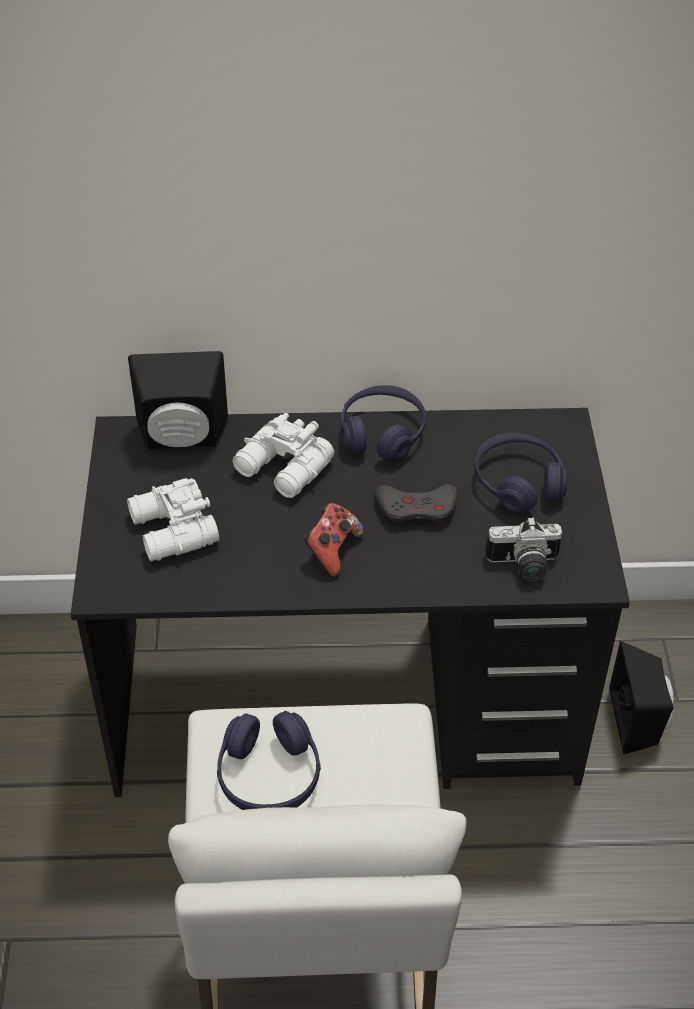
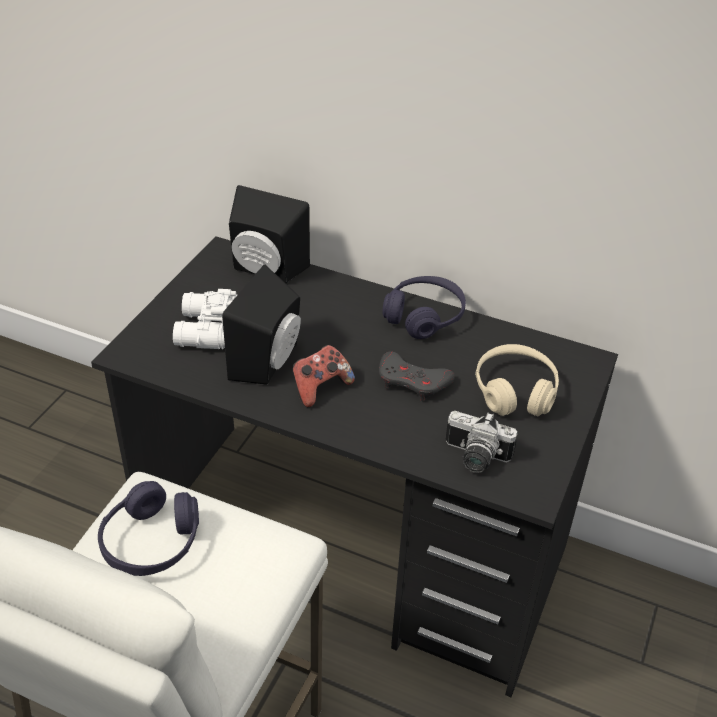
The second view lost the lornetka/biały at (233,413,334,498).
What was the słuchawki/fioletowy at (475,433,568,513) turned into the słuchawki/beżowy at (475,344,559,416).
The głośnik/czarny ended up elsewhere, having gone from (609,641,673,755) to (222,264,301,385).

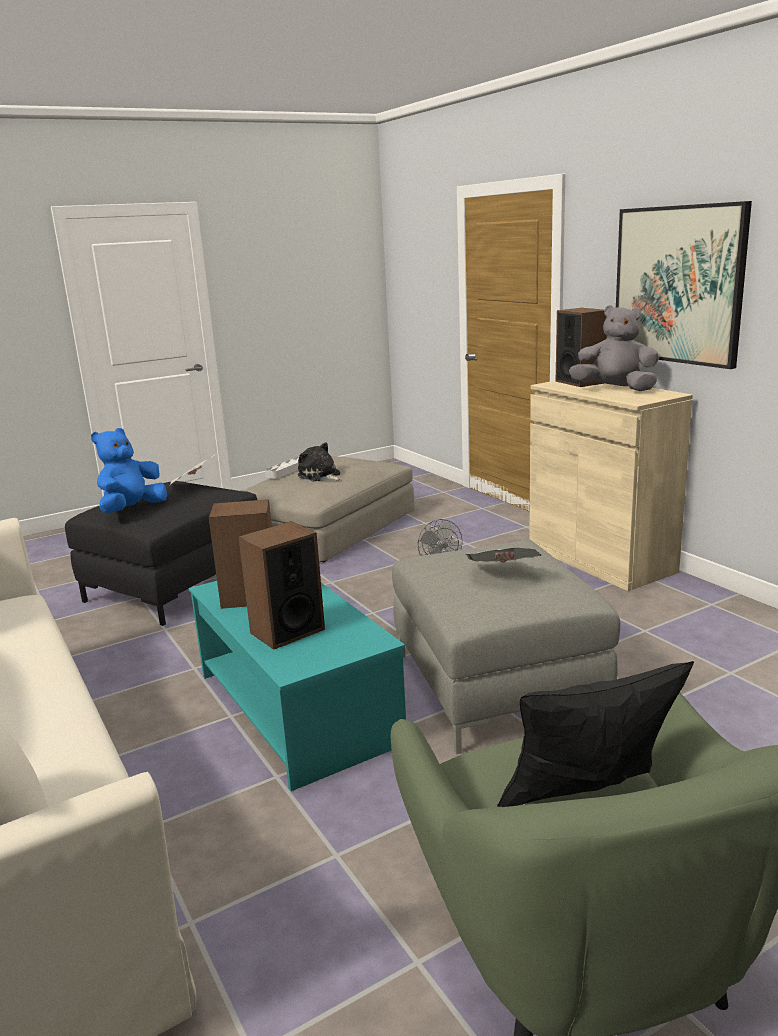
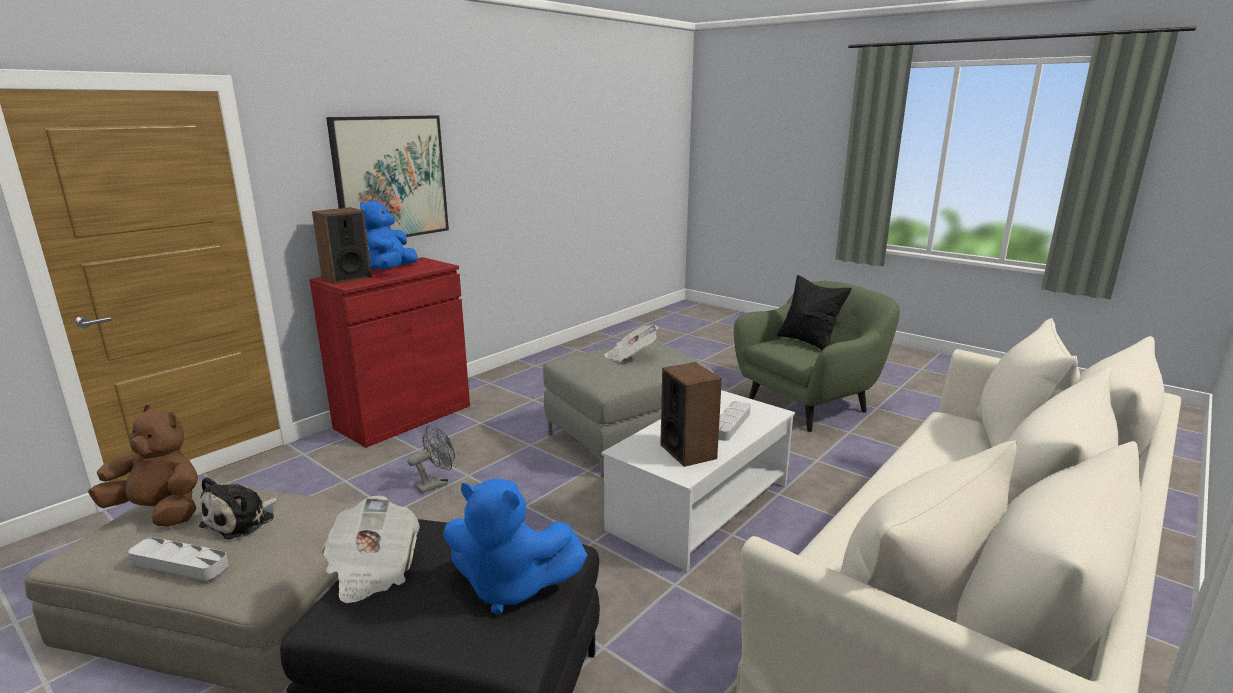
What was the ława/turkusowy at (189,581,406,791) turned into the ława/biały at (601,390,795,572).
Where the głośnik stood at (238,521,325,650), the taca/szary came to stand at (718,401,751,441).
What was the szafka/beżowy at (529,381,693,591) turned into the szafka/czerwony at (309,257,470,448).
What was the pluszak/szary at (569,305,659,391) turned into the pluszak/niebieski at (360,200,418,270).
The second view gained the pluszak/brązowy at (88,404,198,527).

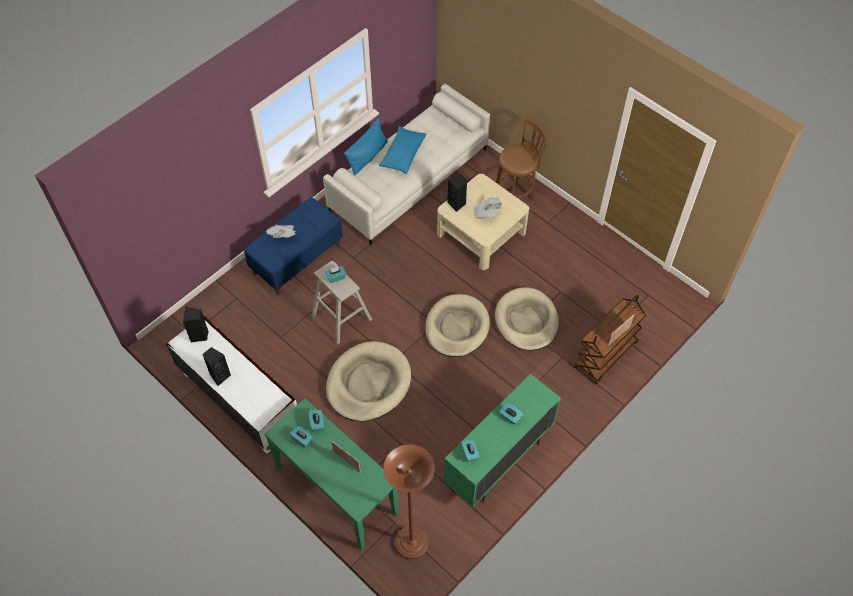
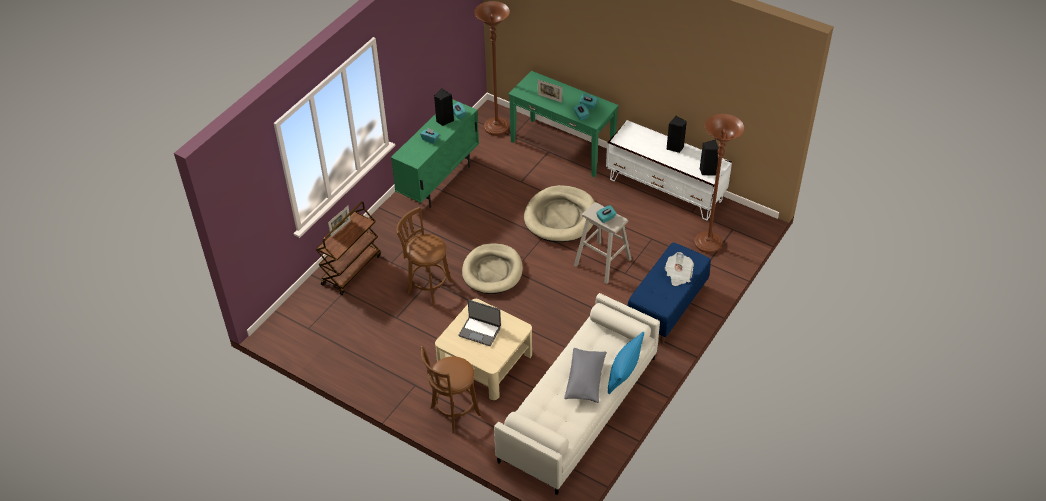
What was the poduszka/niebieski at (379,126,426,174) turned into the poduszka/szary at (564,348,607,403).
The głośnik/czarny ended up elsewhere, having gone from (447,175,467,212) to (434,88,454,126).
Where the gazeta stood at (473,197,502,219), the laptop came to stand at (458,299,501,346).
Where the legowisko/beżowy stood at (495,287,559,351), the stołek/brązowy came to stand at (397,207,453,306).
The second view gained the lampa stojąca/brązowy at (694,114,744,253).

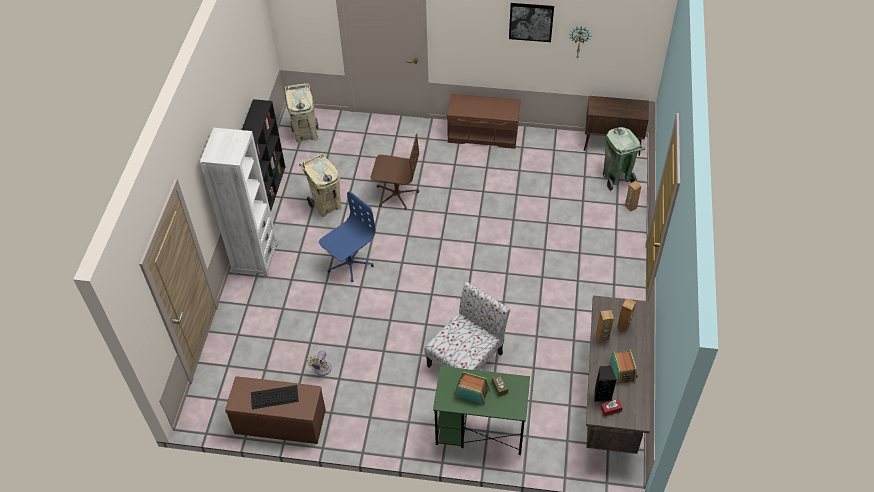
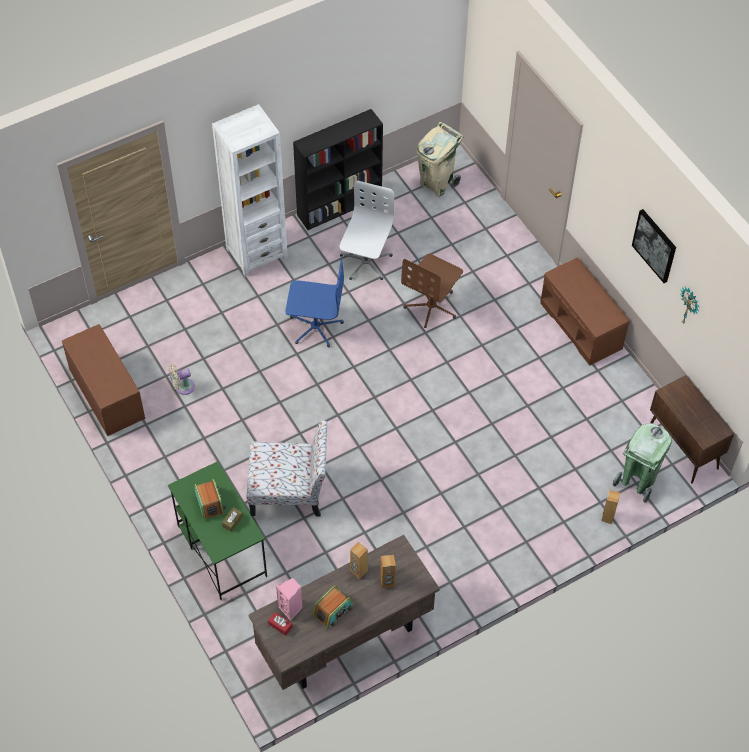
The second view lost the klawiatura at (251,385,299,409).
Where the kosz na śmieci/beżowy stood at (299,153,342,217), the krzesło biurowe/biały came to stand at (339,181,394,280).
The krzesło biurowe/brązowy at (370,134,419,210) ended up facing another way, 60 degrees clockwise from before.
What was the głośnik/czarny at (594,366,617,402) turned into the głośnik/różowy at (276,578,303,620).

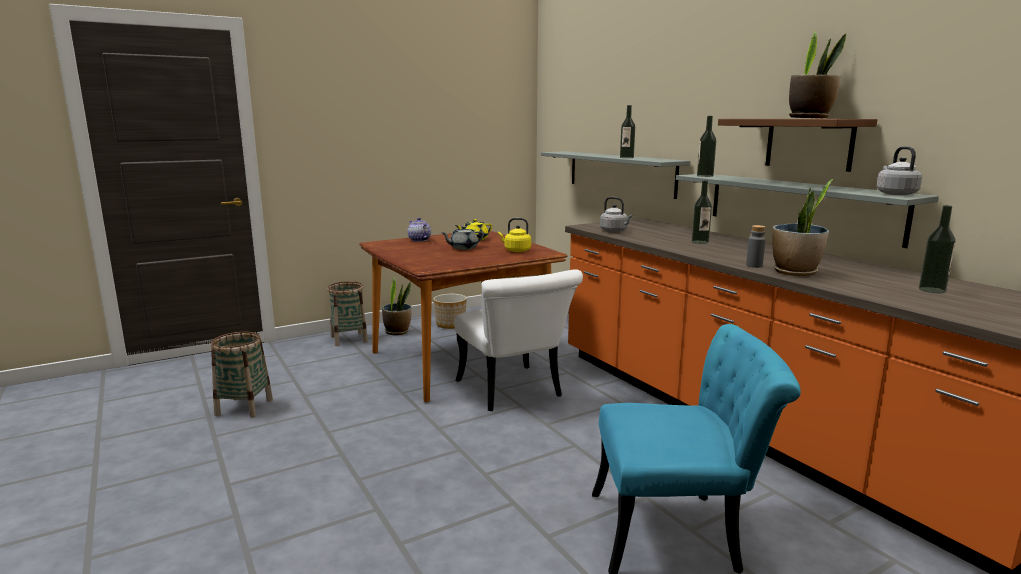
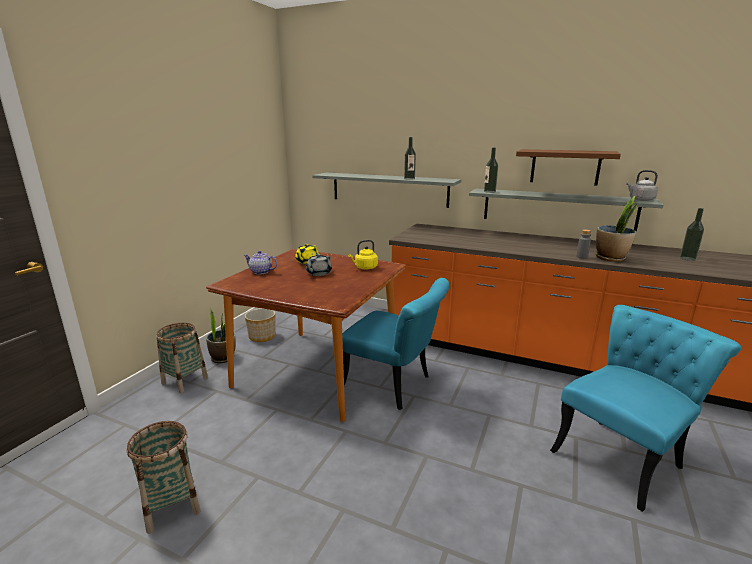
What was the krzesło/biały at (454,269,583,411) turned into the krzesło/turkusowy at (342,278,449,410).
The second view lost the czajnik/szary at (600,197,633,232).
The second view lost the butelka at (692,180,712,244).
The second view lost the roślina doniczkowa at (789,31,846,118).

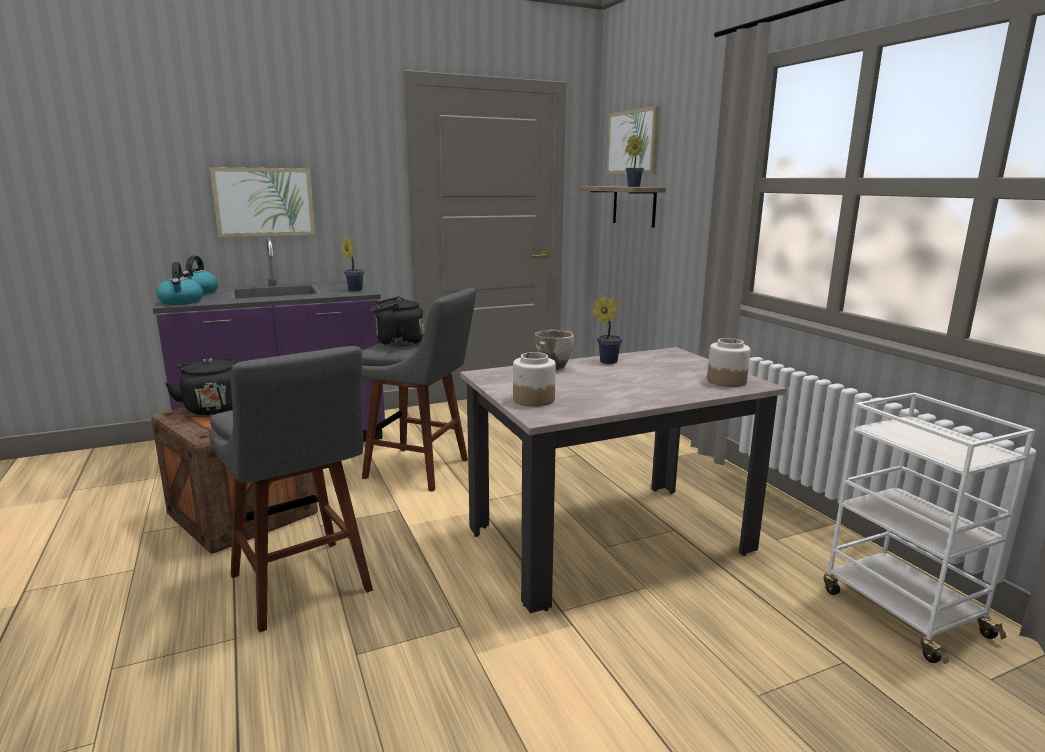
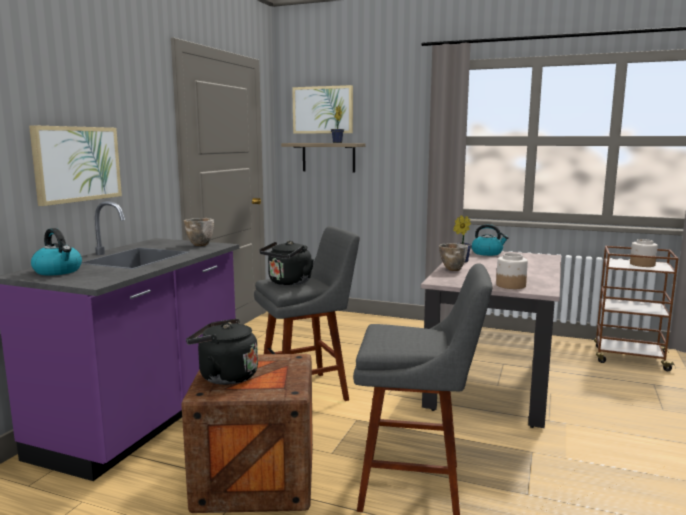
The czajnik ended up elsewhere, having gone from (156,262,203,305) to (472,224,509,256).
Where the roślina doniczkowa stood at (341,236,364,291), the miska came to stand at (184,218,214,246).
The słoik ended up elsewhere, having gone from (707,338,750,387) to (630,239,658,267).
What was the wózek/biały at (824,393,1035,664) turned into the wózek/brązowy at (594,246,678,371).

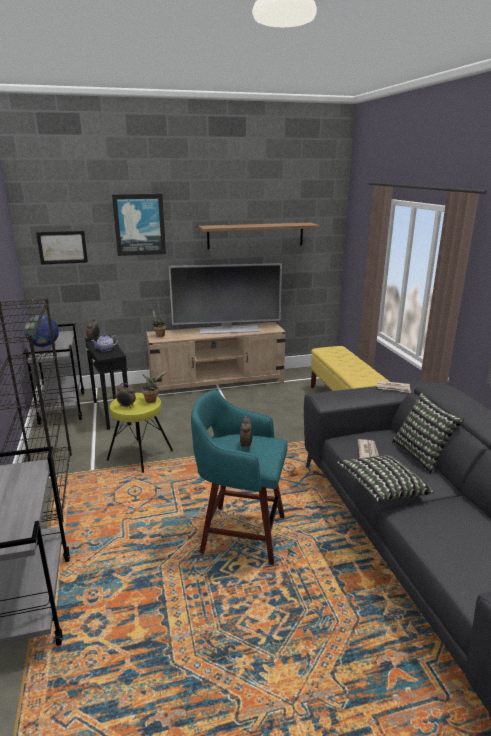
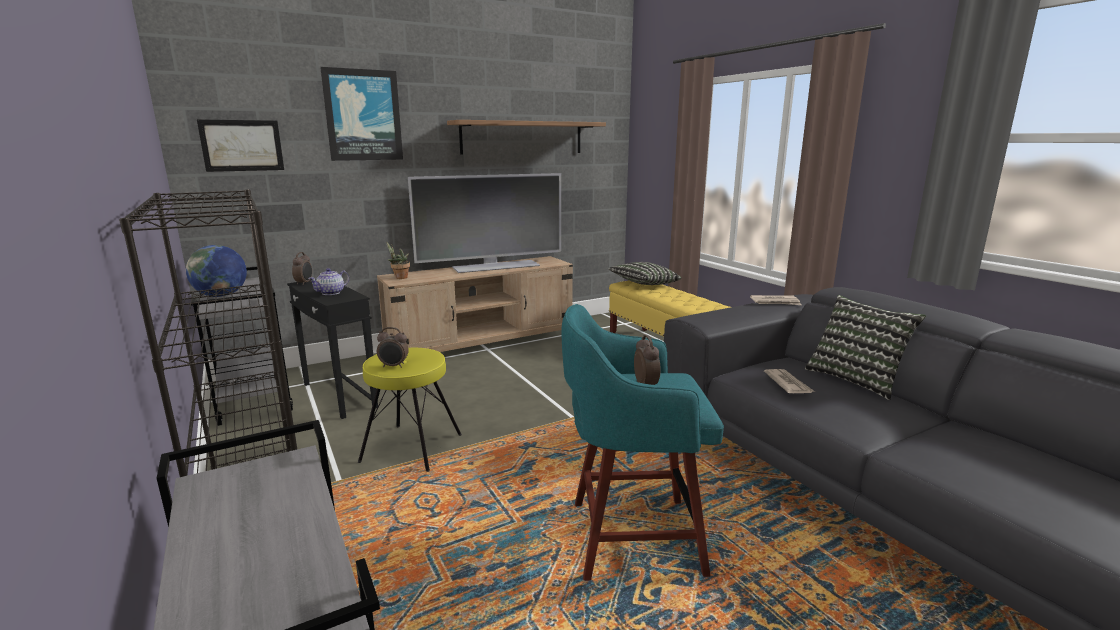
The second view lost the roślina doniczkowa at (142,371,168,403).
The poduszka ended up elsewhere, having gone from (338,455,434,502) to (608,262,681,285).

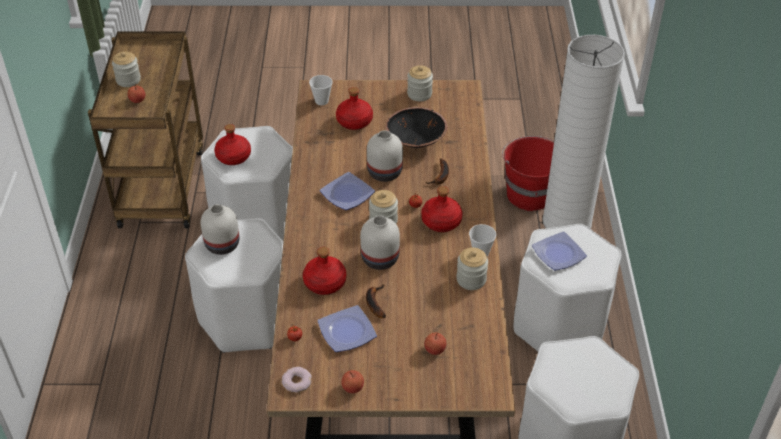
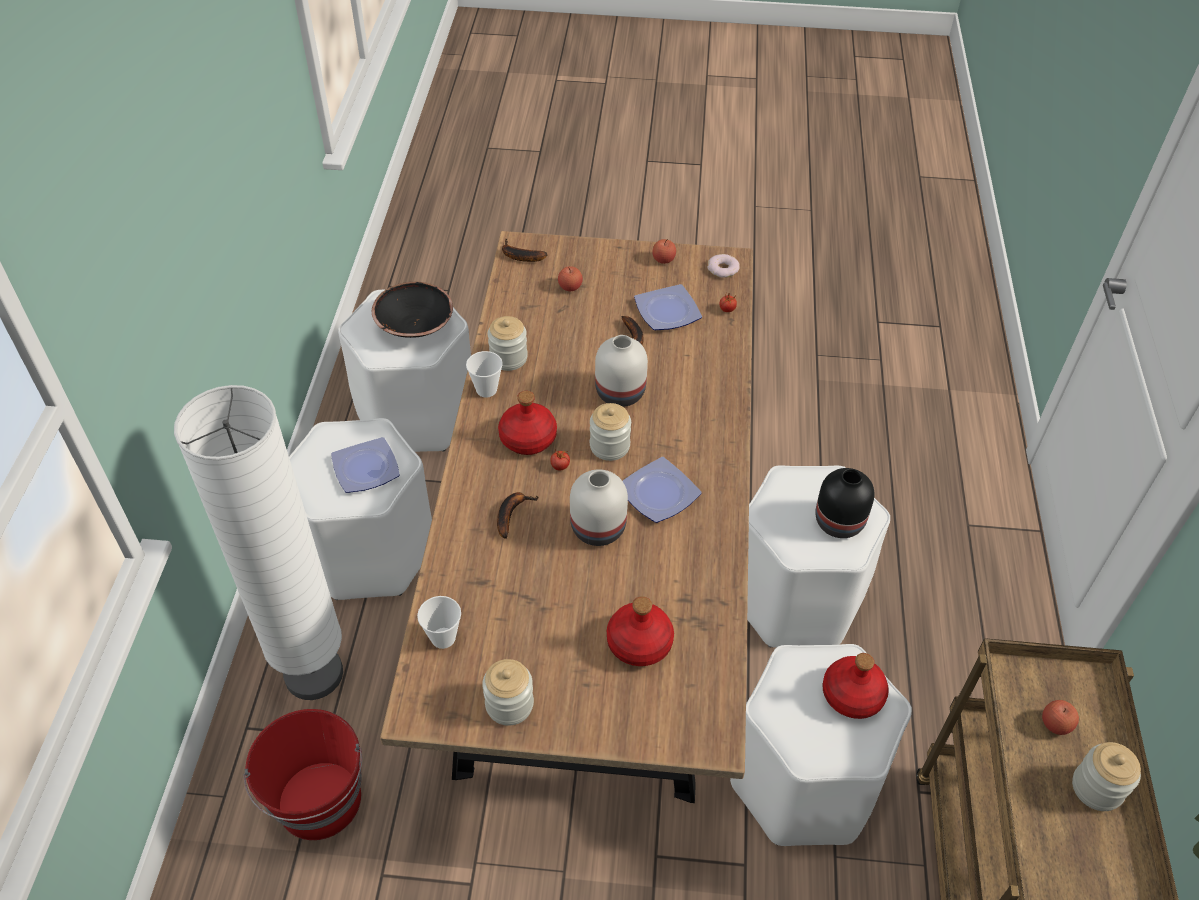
What was the wazon/biały at (201,204,239,255) turned into the wazon/czarny at (815,468,874,538).
The second view lost the butelka/czerwony at (303,247,346,295).
The filiżanka ended up elsewhere, having gone from (309,75,333,105) to (417,596,461,649).
The miska/czarny ended up elsewhere, having gone from (386,107,447,148) to (372,282,453,338).
The second view gained the banan at (502,239,547,262).

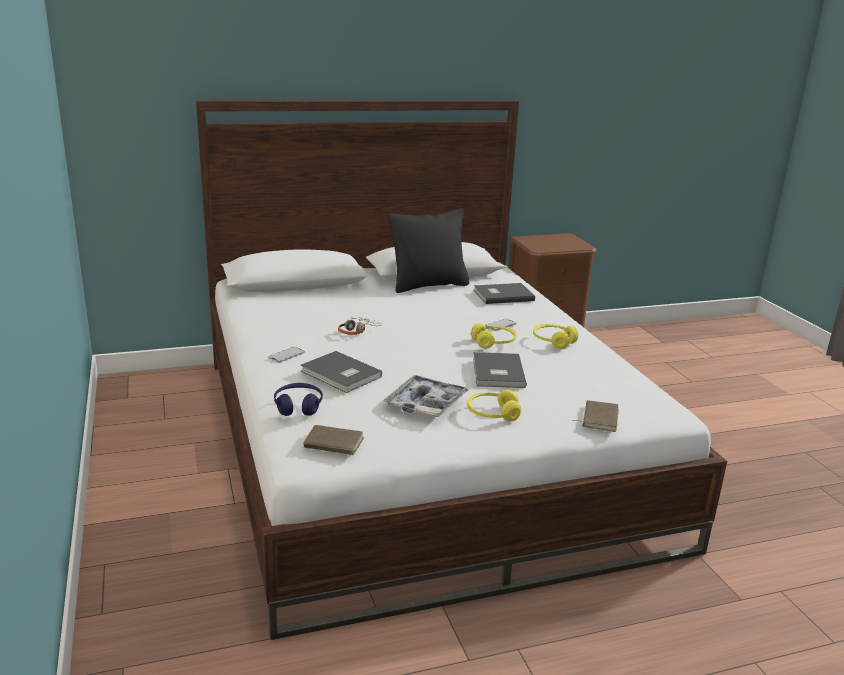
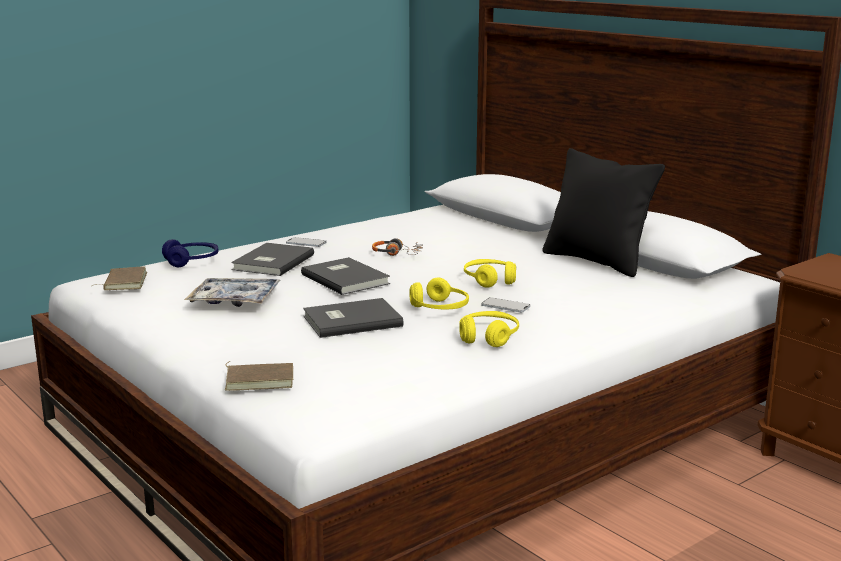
The słuchawki/żółty ended up elsewhere, having gone from (467,389,521,422) to (464,259,516,288).
The książka/szary ended up elsewhere, having gone from (474,283,535,304) to (301,257,390,295).

